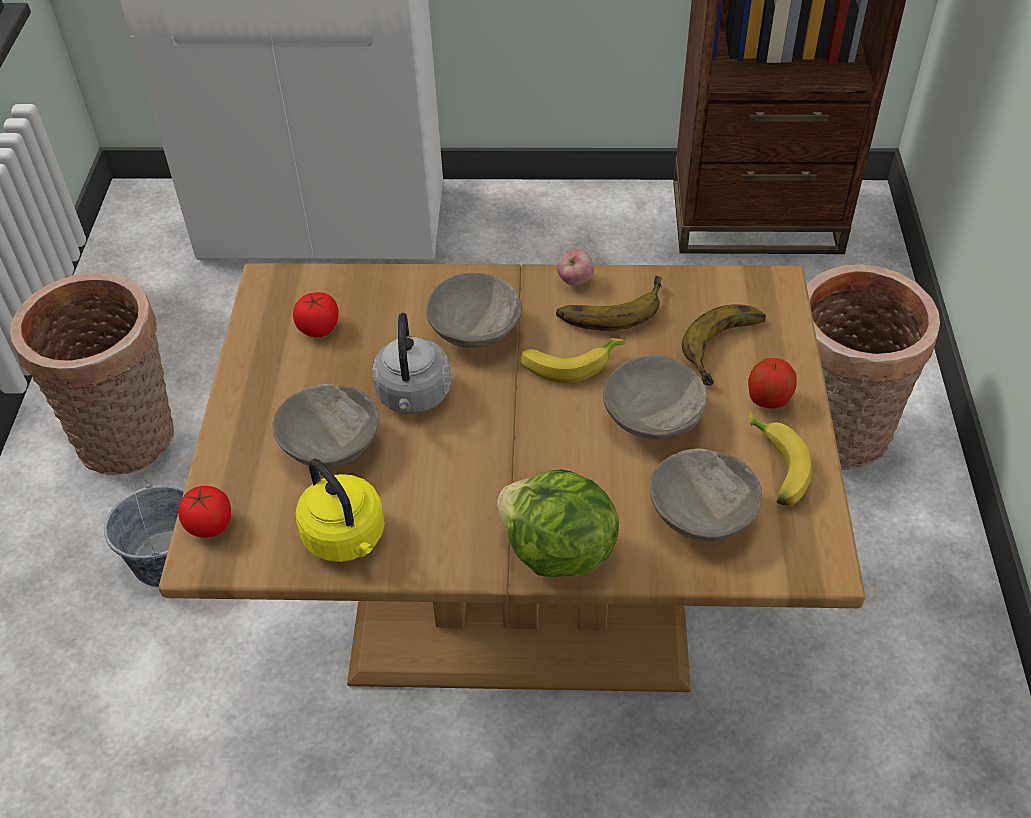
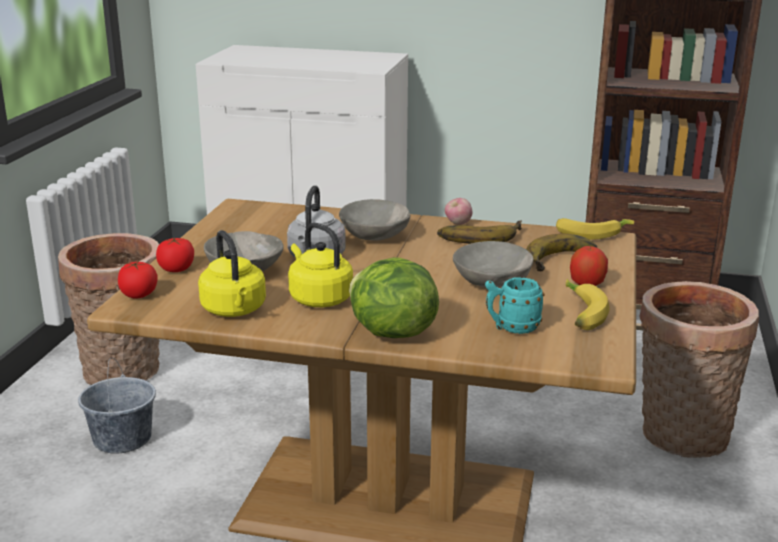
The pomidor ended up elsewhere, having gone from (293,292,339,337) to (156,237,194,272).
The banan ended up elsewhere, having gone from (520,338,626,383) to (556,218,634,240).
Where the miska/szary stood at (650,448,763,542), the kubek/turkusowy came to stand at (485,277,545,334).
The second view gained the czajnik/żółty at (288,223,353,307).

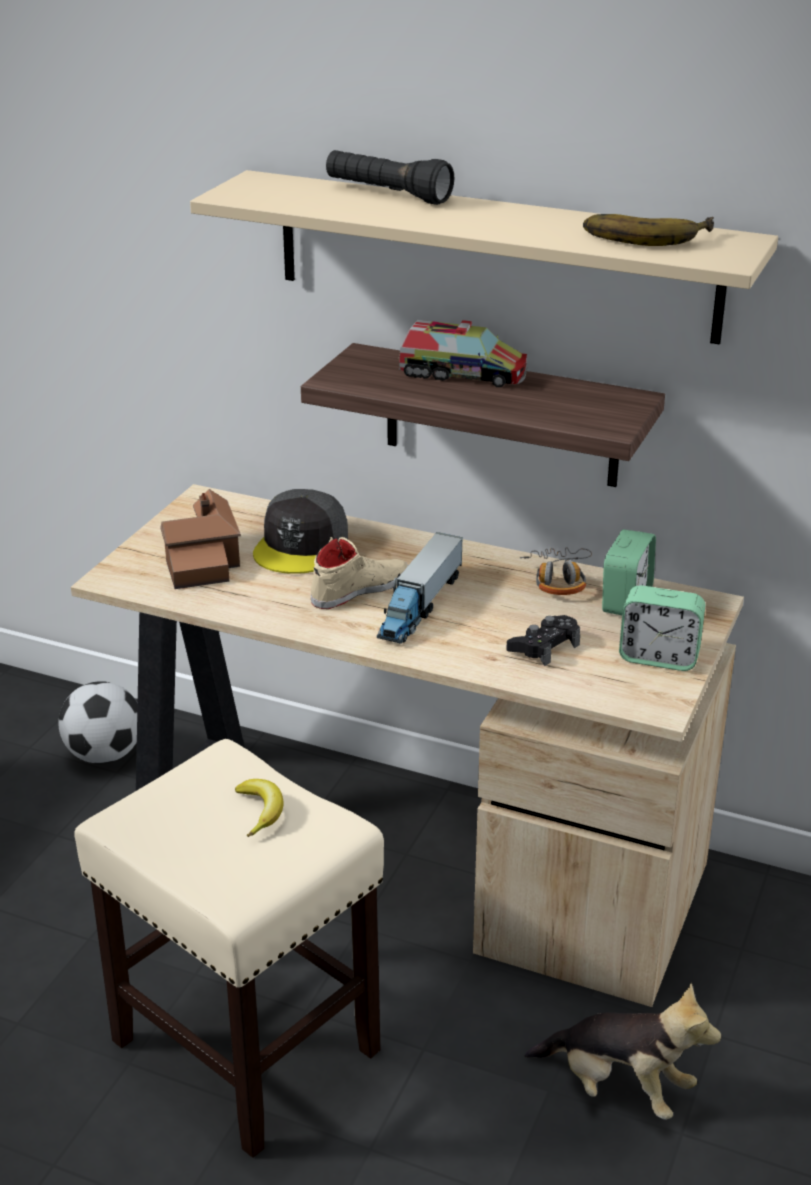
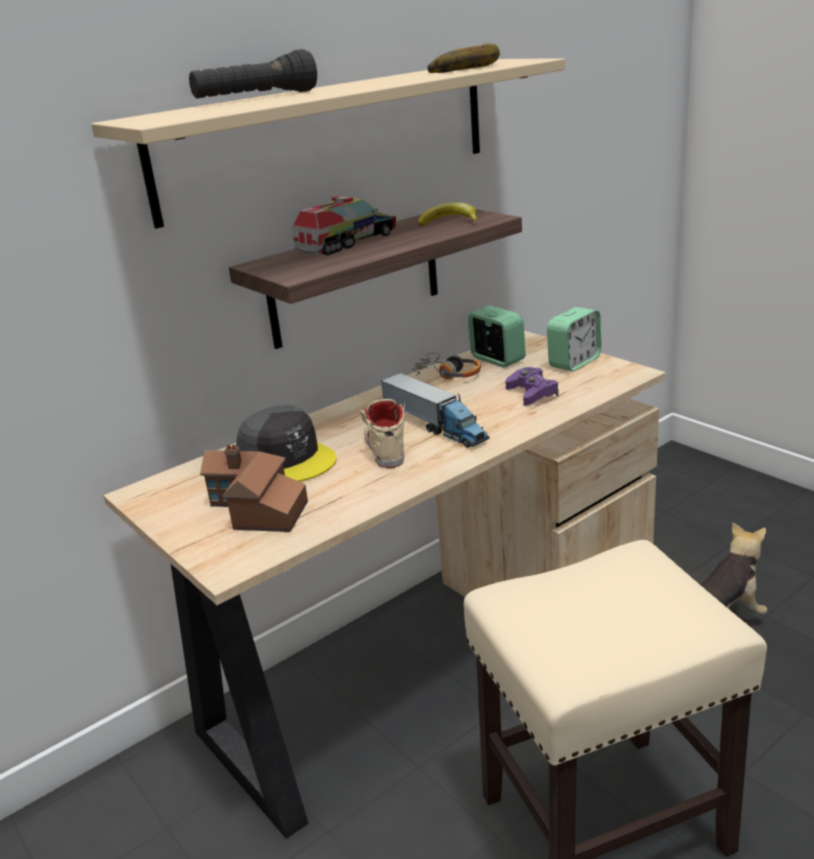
The second view lost the piłka futbolowa at (58,681,138,764).
The banan ended up elsewhere, having gone from (235,779,283,837) to (418,202,478,226).
What was the pad do gier/czarny at (506,615,580,666) turned into the pad do gier/fioletowy at (506,367,558,406).

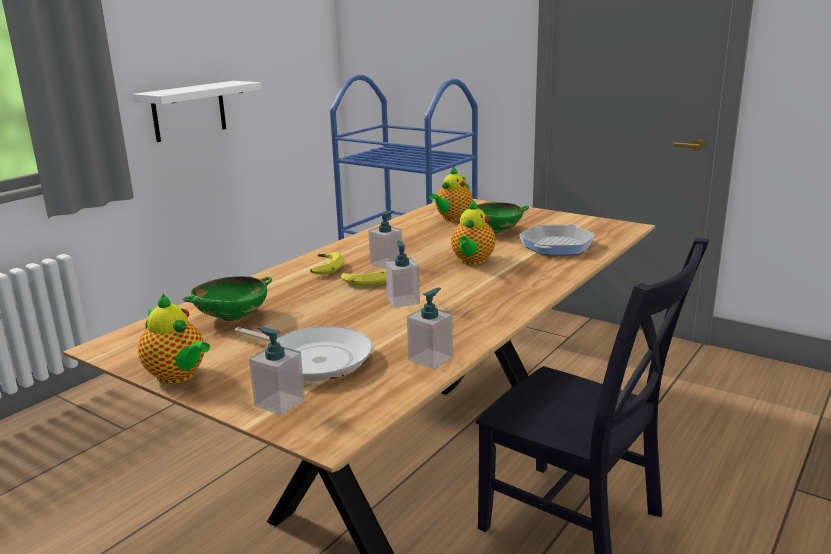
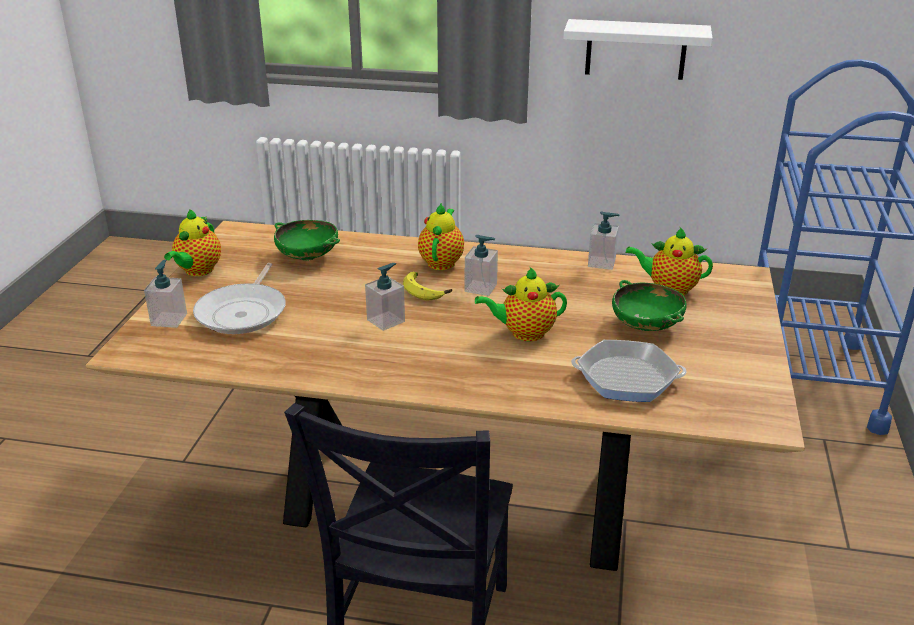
Where the banan stood at (310,252,345,275), the imbryk came to stand at (418,202,464,270).
The dozownik mydła ended up elsewhere, having gone from (407,287,453,369) to (588,212,620,270).

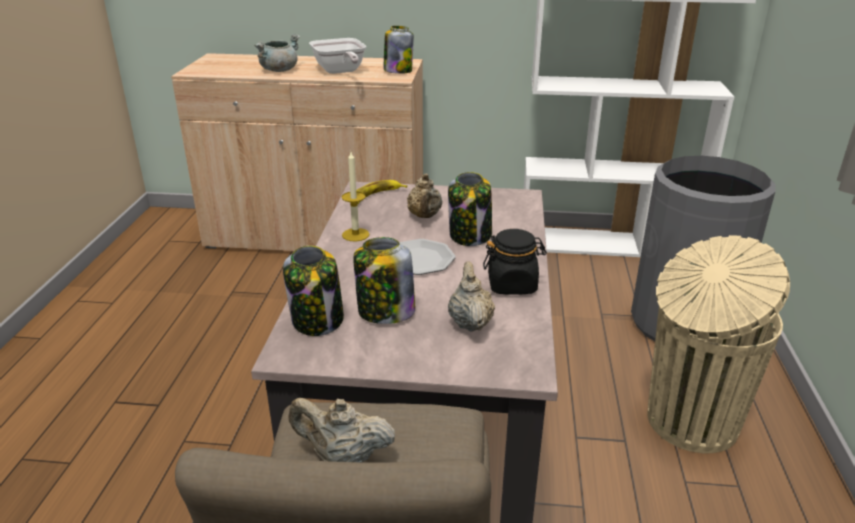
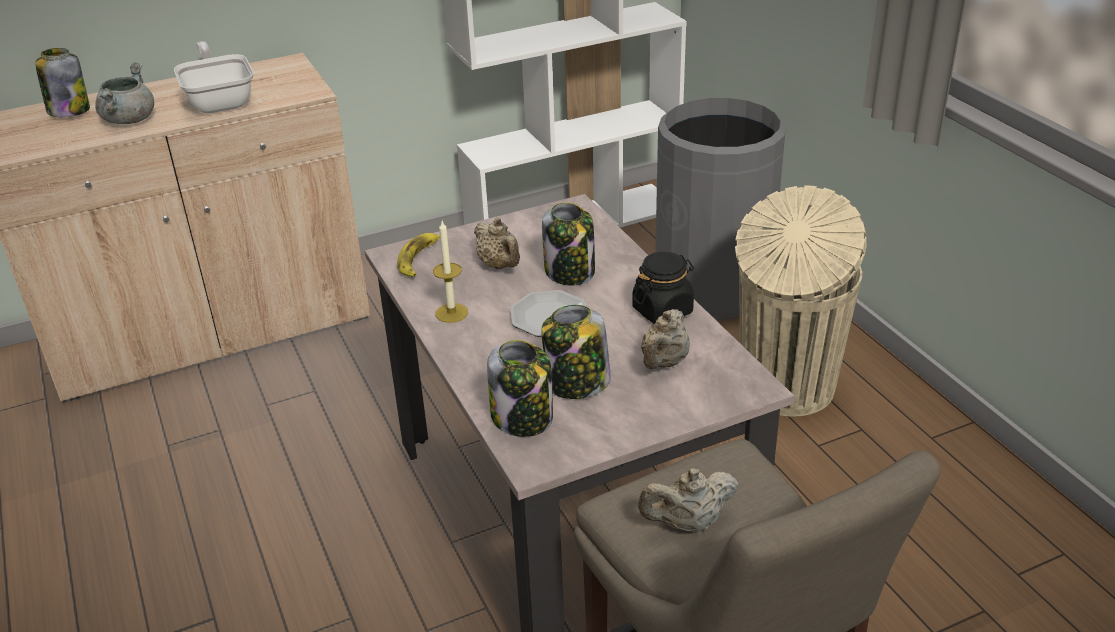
The patelnia at (309,38,366,74) ended up facing another way, 150 degrees counterclockwise from before.
The słoik ended up elsewhere, having gone from (383,26,414,74) to (35,48,90,117).
The imbryk/beżowy at (448,262,495,332) ended up facing another way, 120 degrees counterclockwise from before.

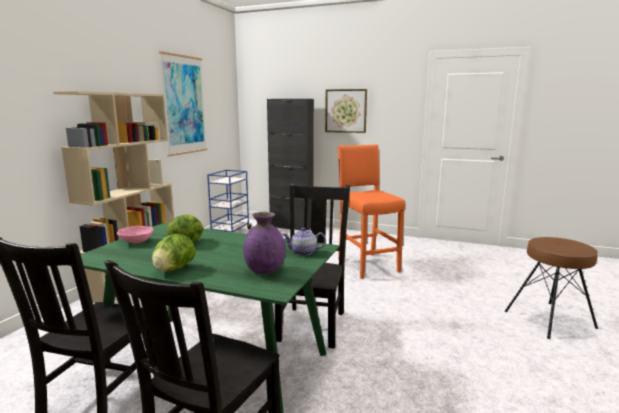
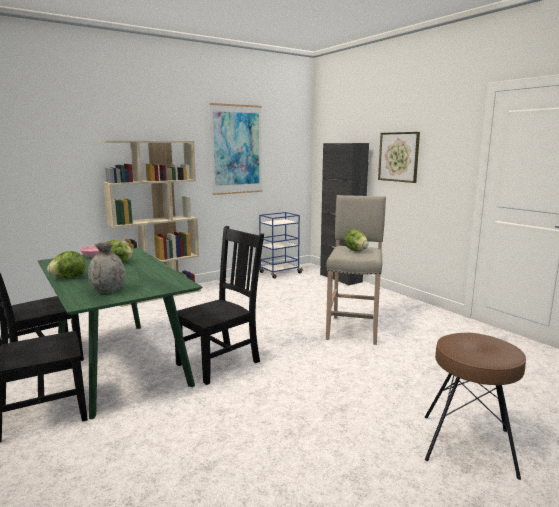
What was the wazon/fioletowy at (243,212,286,274) turned into the wazon/szary at (88,242,125,293).
The second view lost the imbryk at (282,228,326,256).
What was the stołek/pomarańczowy at (338,144,405,279) turned into the stołek/beżowy at (326,195,386,345).
The second view gained the sałata at (344,229,368,252).

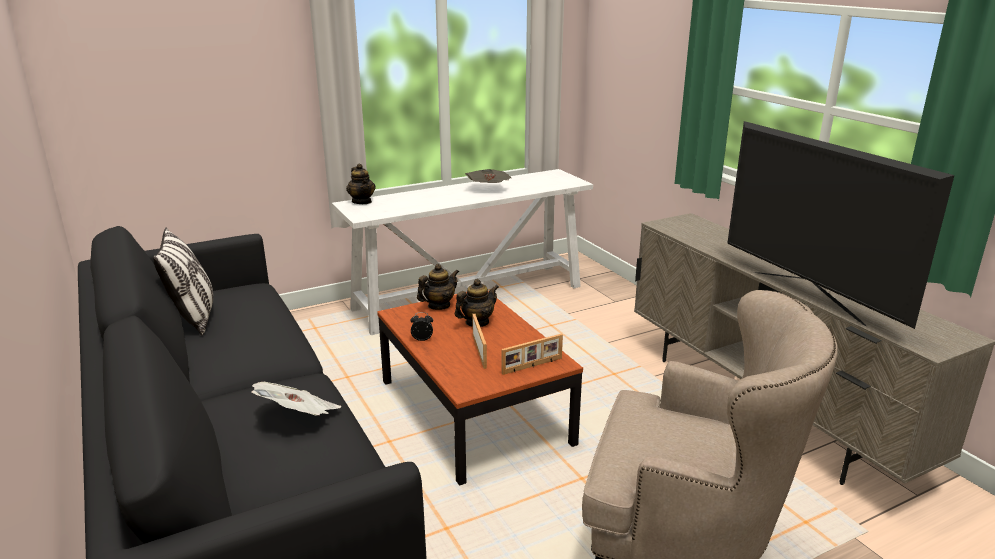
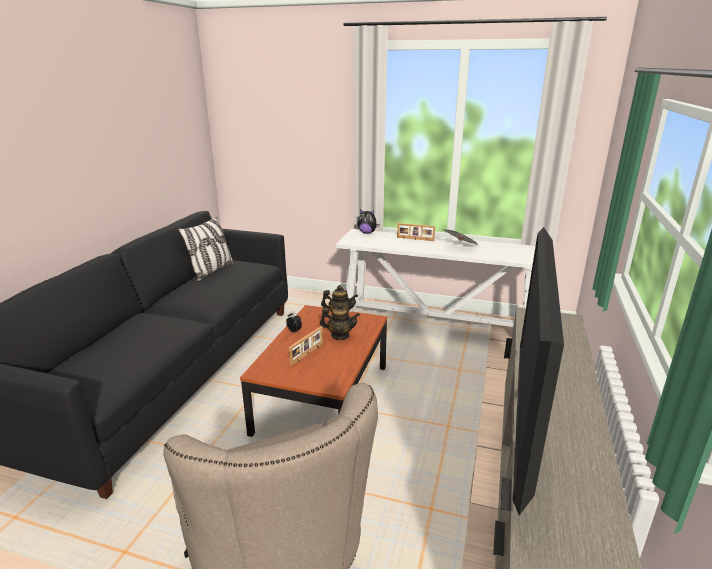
The second view lost the gazeta at (251,382,341,416).
Where the imbryk stood at (346,164,375,204), the pluszak came to stand at (358,209,380,234).
The ramka na zdjęcie ended up elsewhere, having gone from (501,334,563,375) to (397,223,435,241).

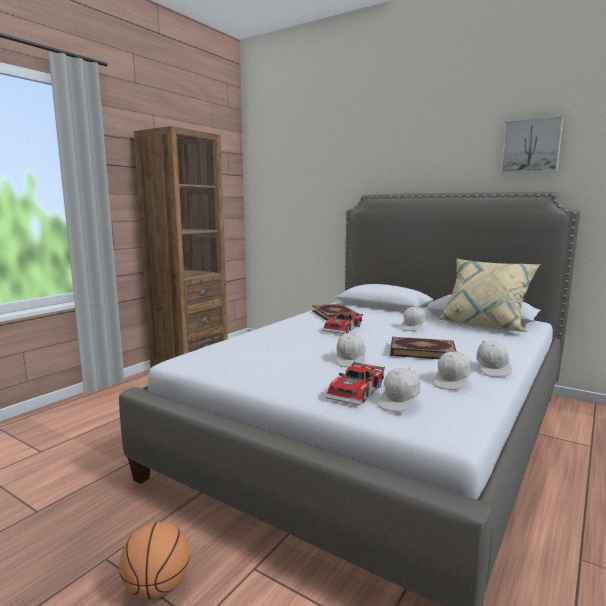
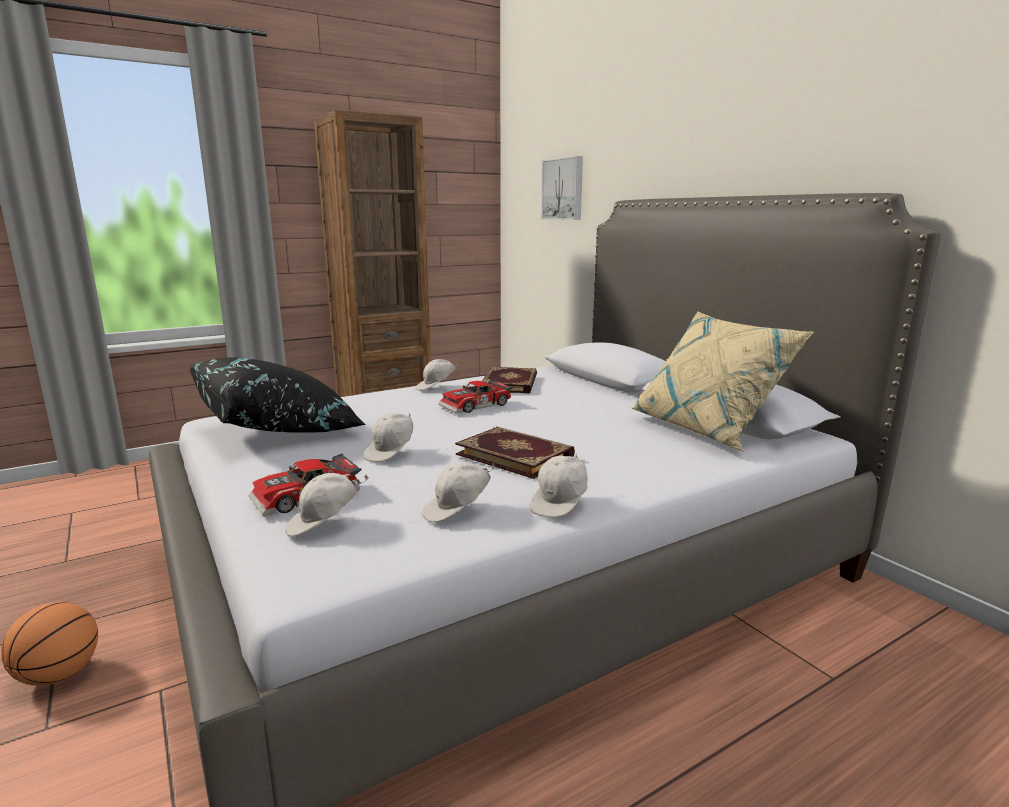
The czapka z daszkiem/biały ended up elsewhere, having gone from (400,307,426,331) to (415,359,459,391).
The obraz ended up elsewhere, having gone from (501,115,563,174) to (541,156,583,220).
The second view gained the poduszka/czarny at (190,357,366,433).

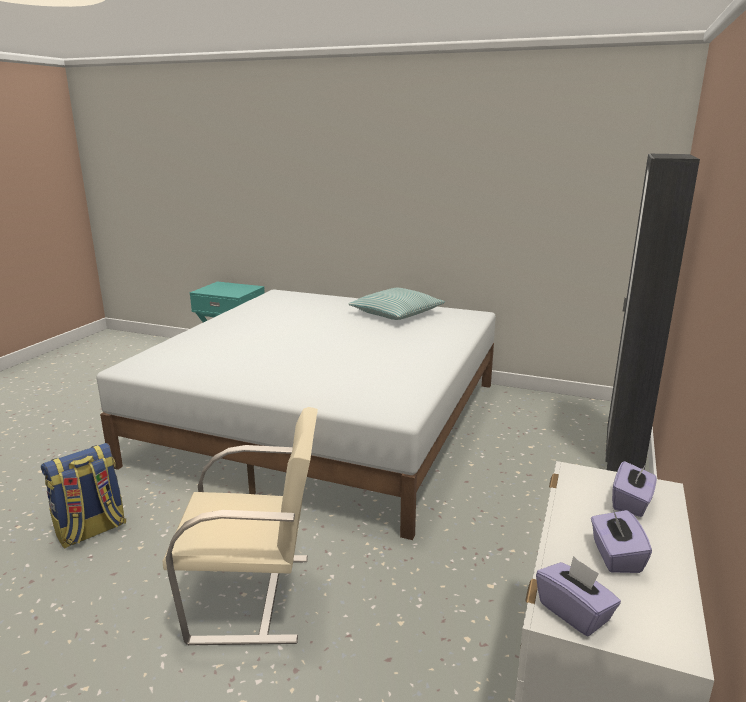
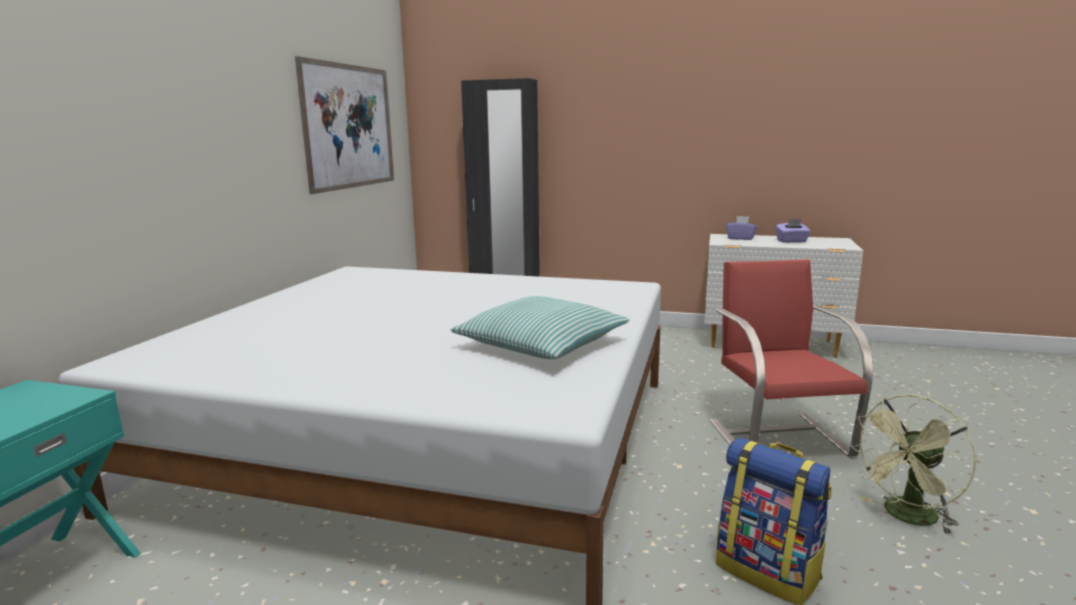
What was the krzesło/beżowy at (163,407,318,645) turned into the krzesło/czerwony at (709,259,873,457).
The poduszka ended up elsewhere, having gone from (348,288,445,320) to (451,296,630,359).
The second view lost the pudełko chusteczek/fioletowy at (536,556,621,636).
The second view gained the obraz at (295,56,394,194).
The second view gained the wentylator/zielony at (851,394,976,535).

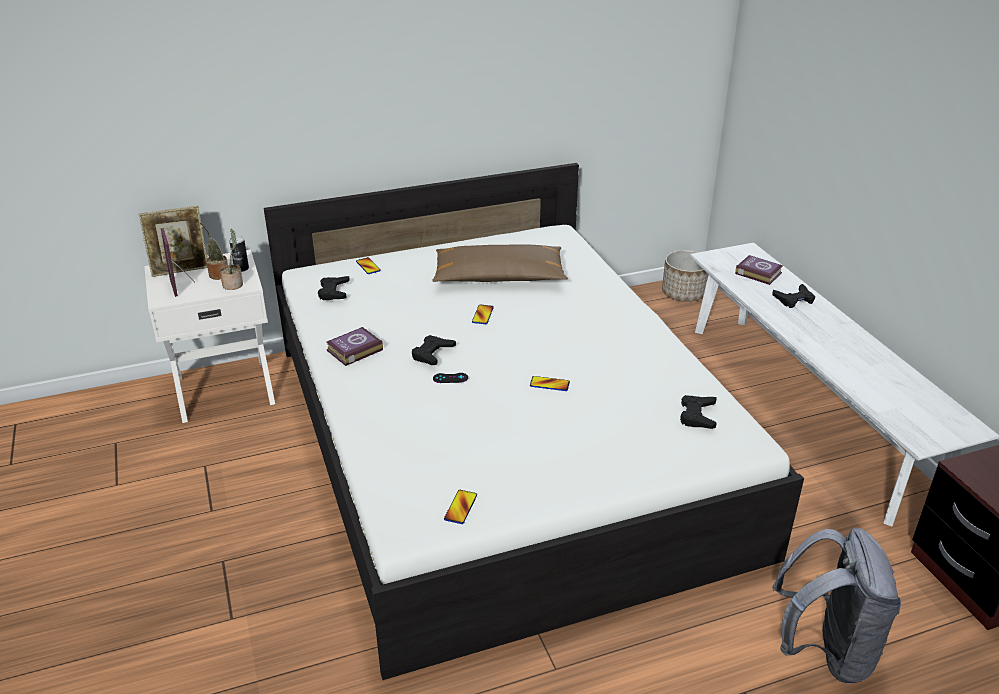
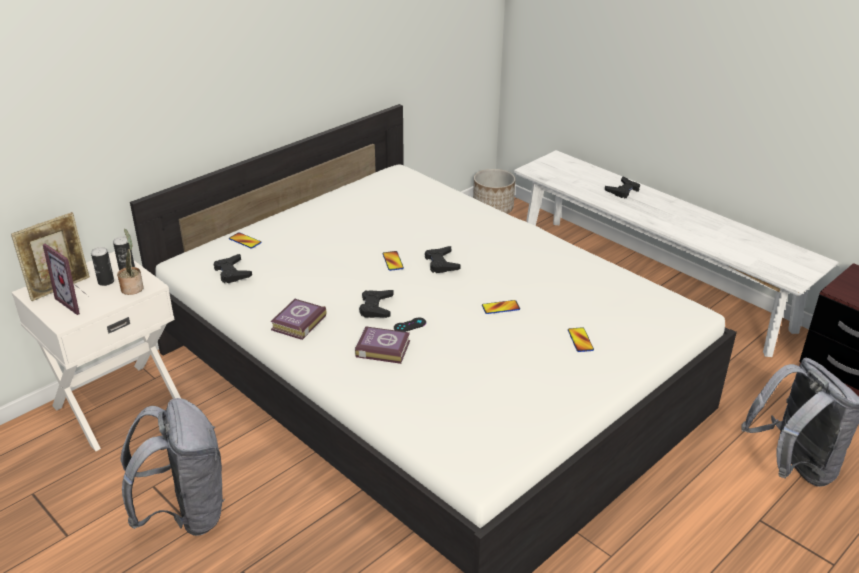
Where the roślina doniczkowa stood at (200,222,228,280), the puszka came to stand at (91,247,114,286).
The second view lost the poduszka/brązowy at (432,244,568,282).
The telefon ended up elsewhere, having gone from (444,490,477,524) to (568,327,594,352).
The pad do gier/czarny ended up elsewhere, having gone from (680,395,717,429) to (425,246,461,273).
The książka ended up elsewhere, having gone from (735,255,783,285) to (355,327,410,364).
The second view gained the plecak/szary at (121,398,225,536).

